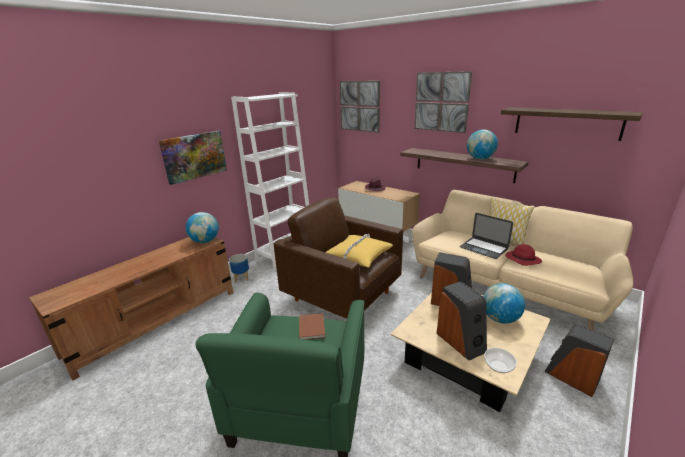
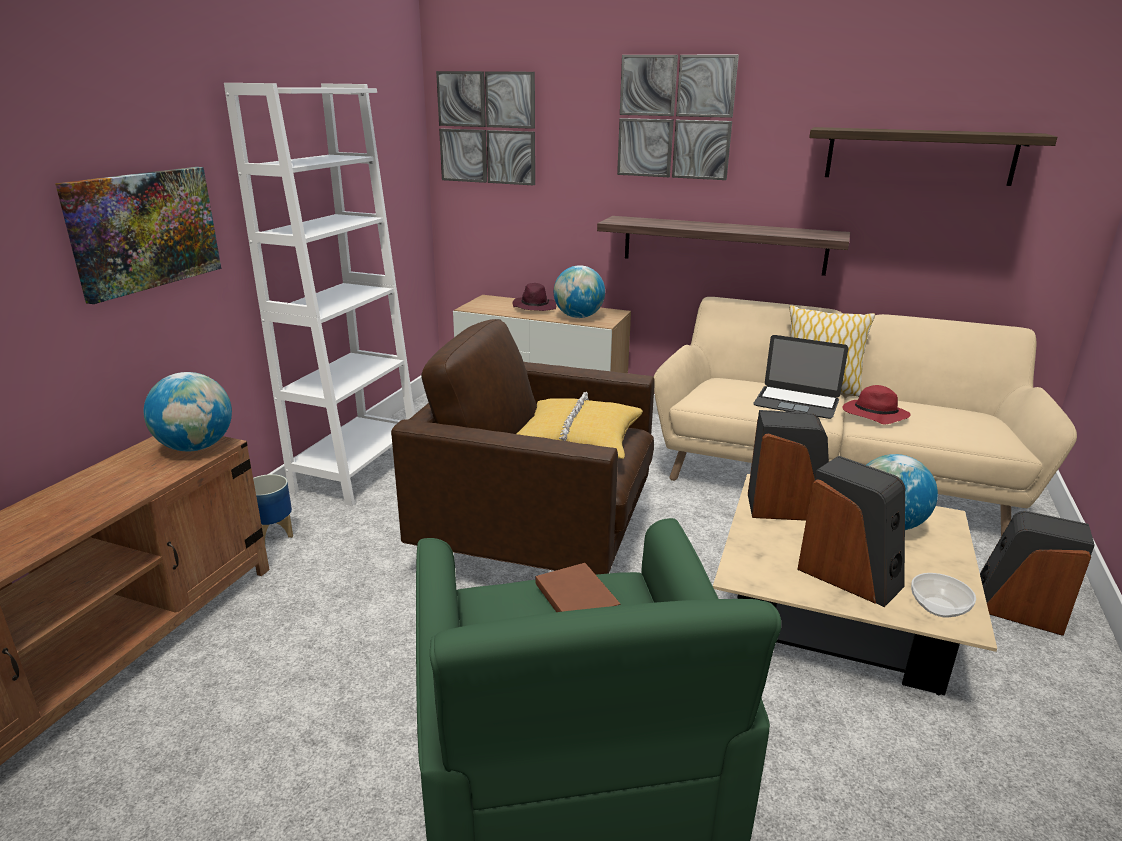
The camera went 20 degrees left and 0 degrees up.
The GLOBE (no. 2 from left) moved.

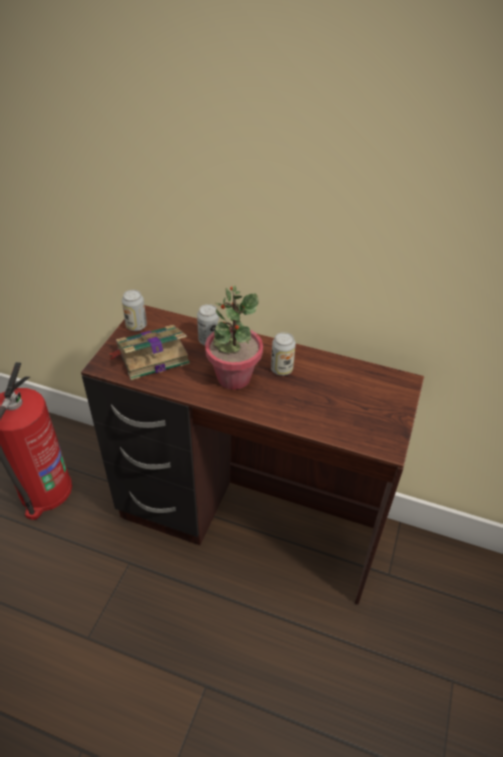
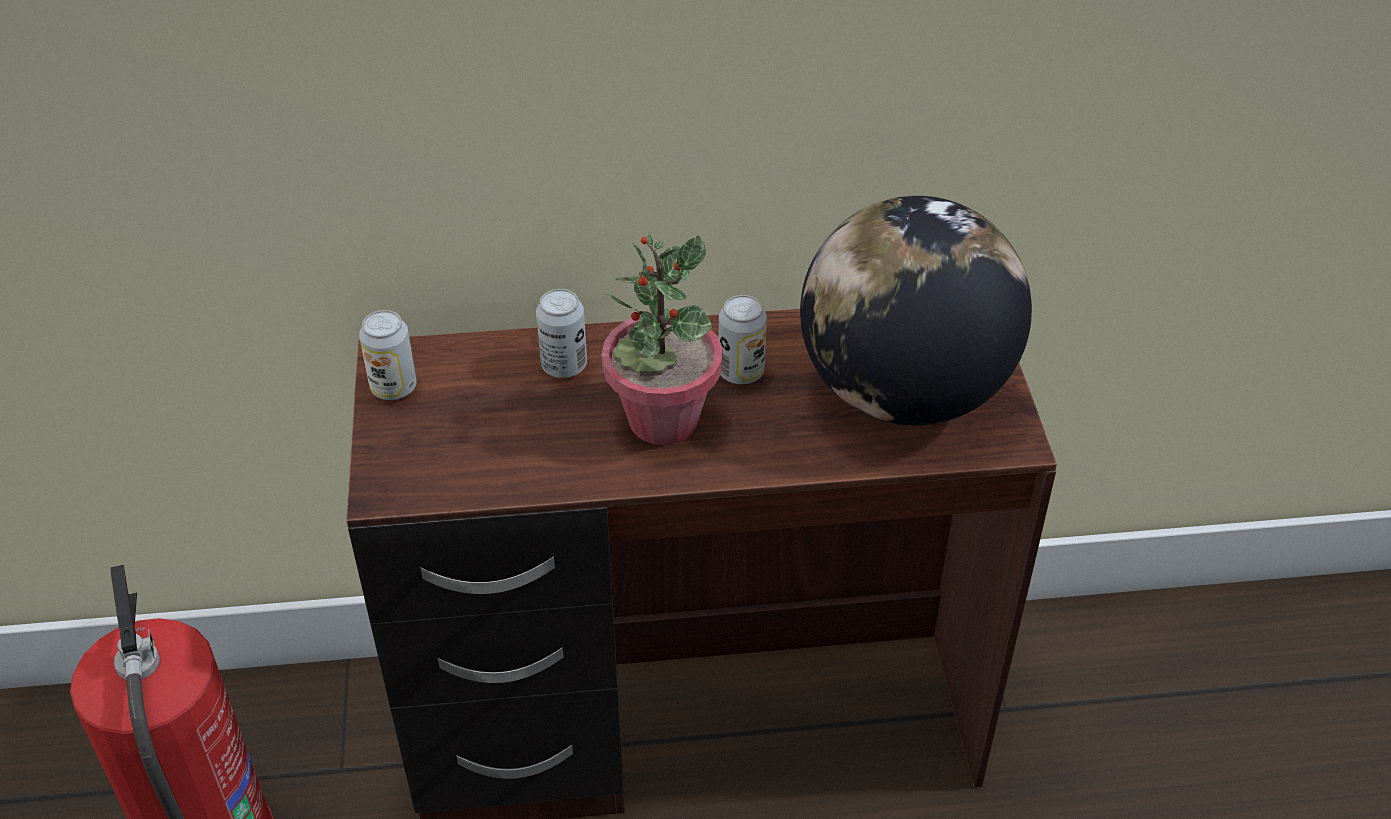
The camera went 25 degrees left and 0 degrees up.
The BOOK disappeared.
The GLOBE appeared.

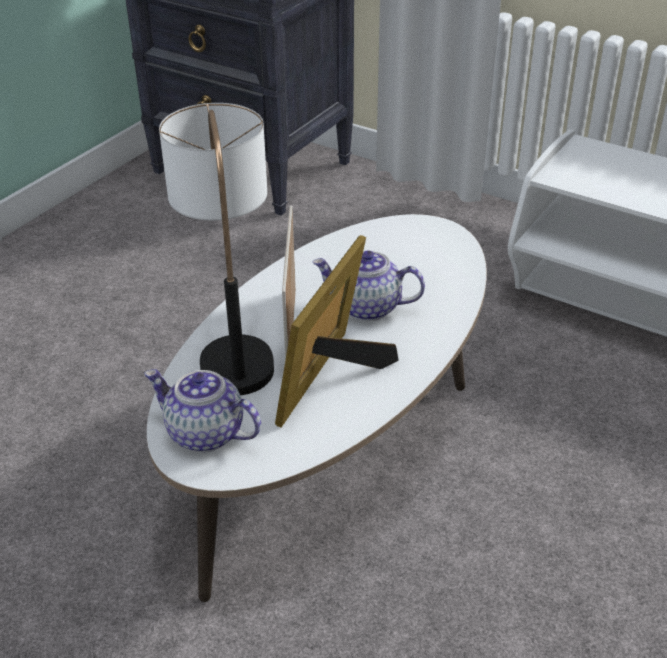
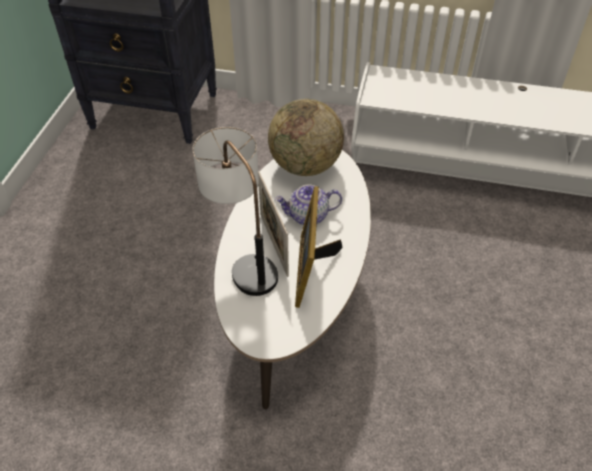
The camera went 20 degrees left and 10 degrees up.
The TEAPOT (no. 1 from left) disappeared.
The GLOBE appeared.

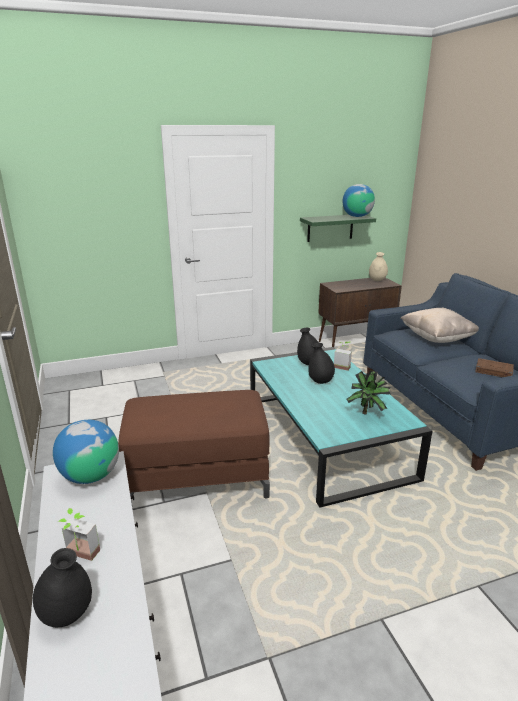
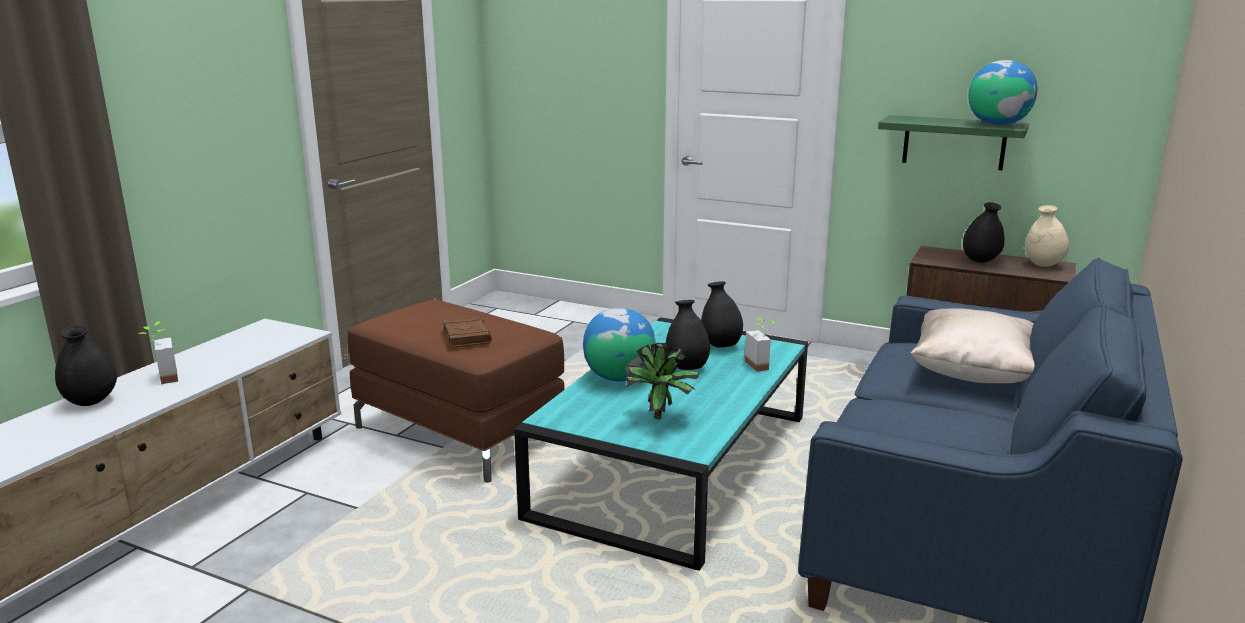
The camera went 45 degrees right and 5 degrees down.
The BLACK VASE (no. 4 from left) appeared.
The GLOBE (no. 1 from left) moved.
The BROWN BOOK moved.

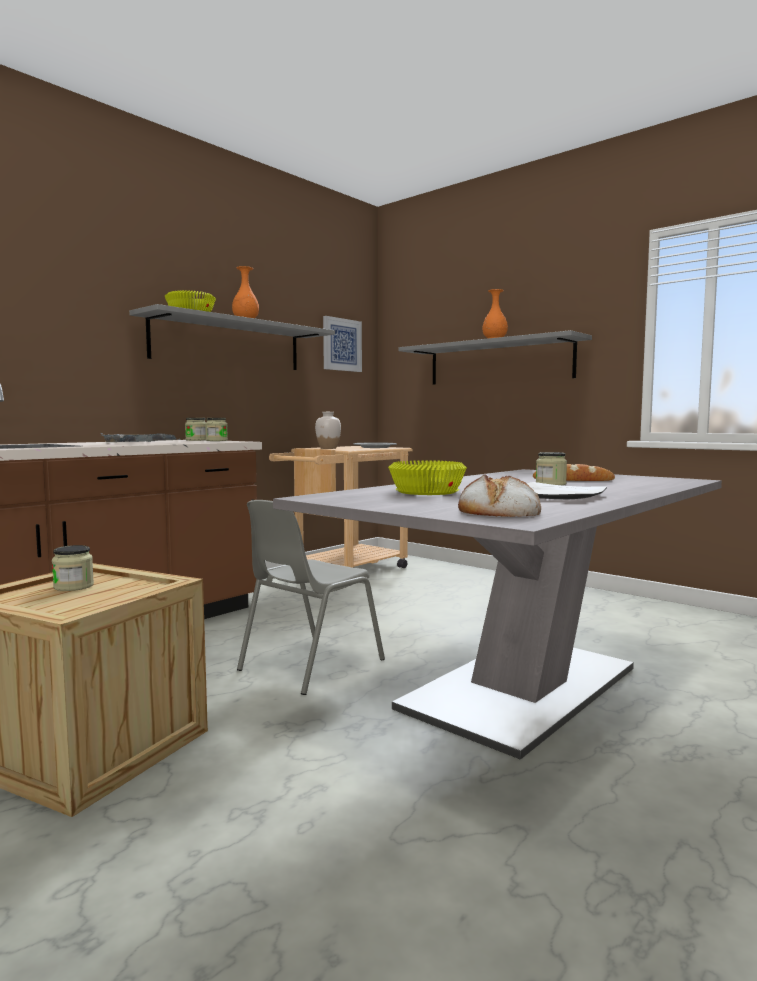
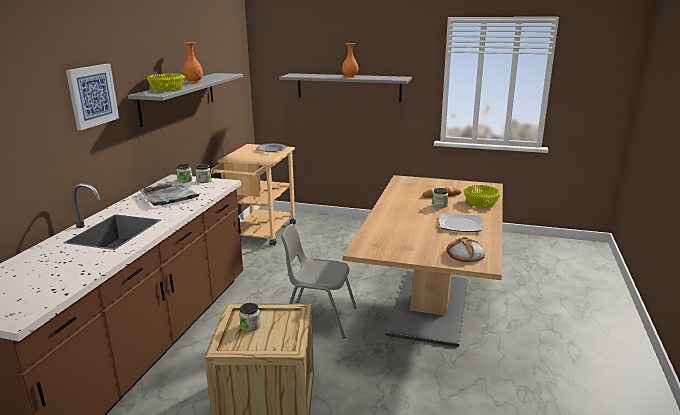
The camera went 25 degrees left and 15 degrees up.
The WHITE VASE disappeared.
The PICTURE moved.
The YELLOW BOWL (no. 2 from left) moved.
The GREY DINING TABLE became the BROWN DINING TABLE.
The GREY CHAIR turned 90 degrees clockwise.

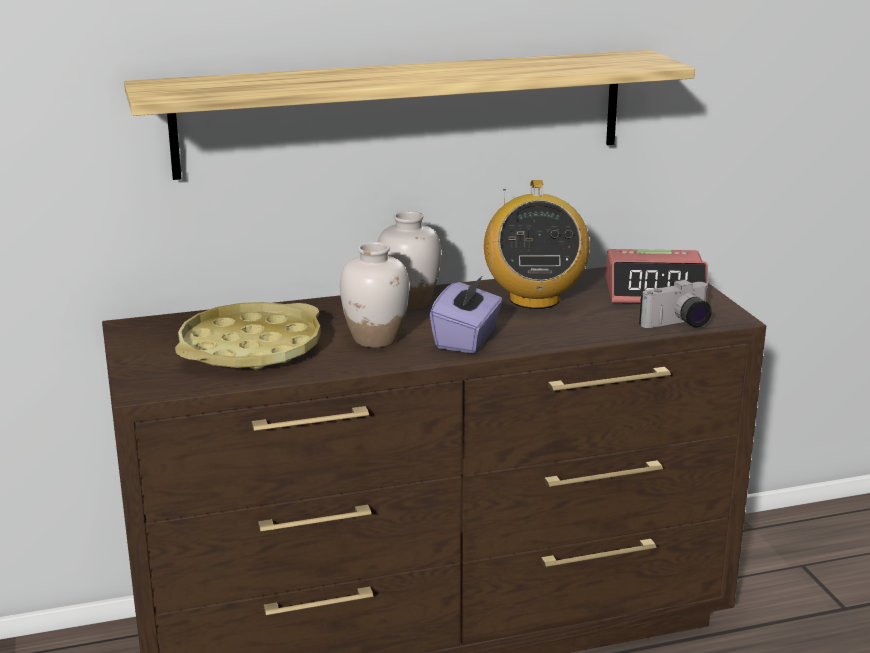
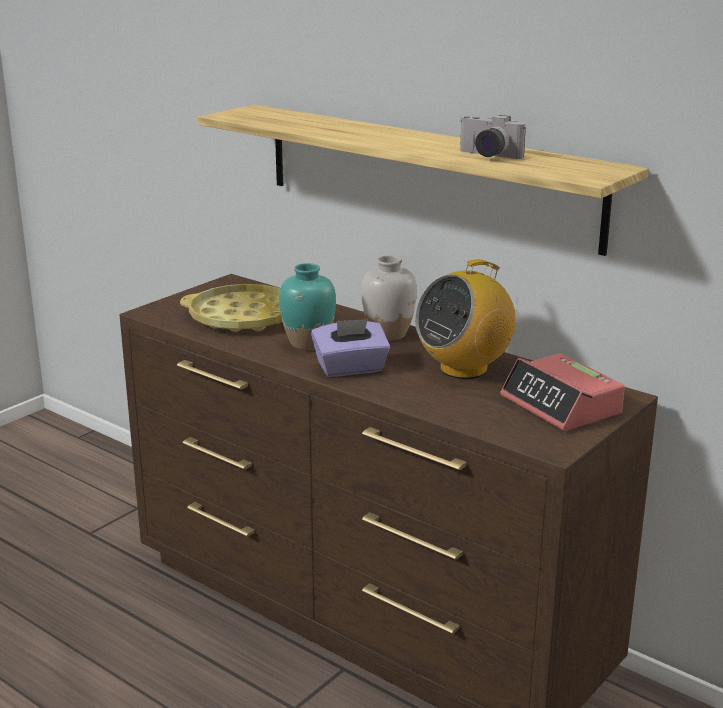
The camera went 55 degrees right and 0 degrees up.
The PHOTO CAMERA moved.
The WHITE VASE (no. 1 from left) became the TURQUOISE VASE.

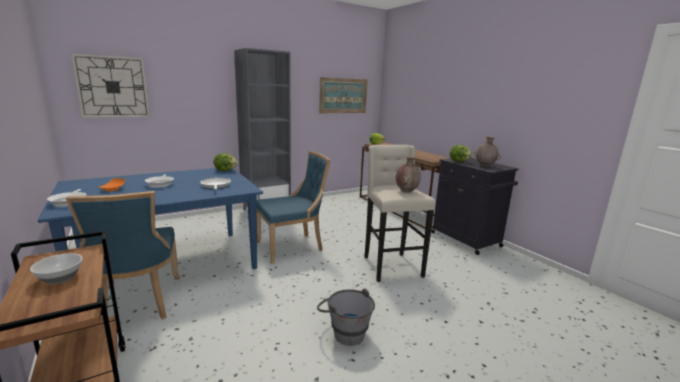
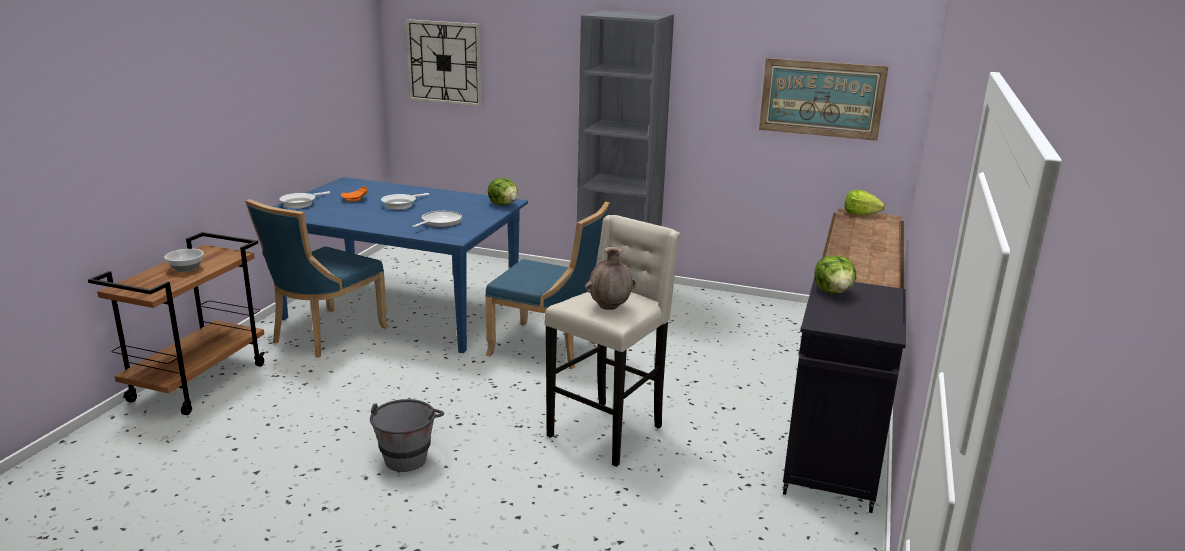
The camera went 50 degrees right and 5 degrees up.
The BROWN VASE (no. 2 from left) disappeared.

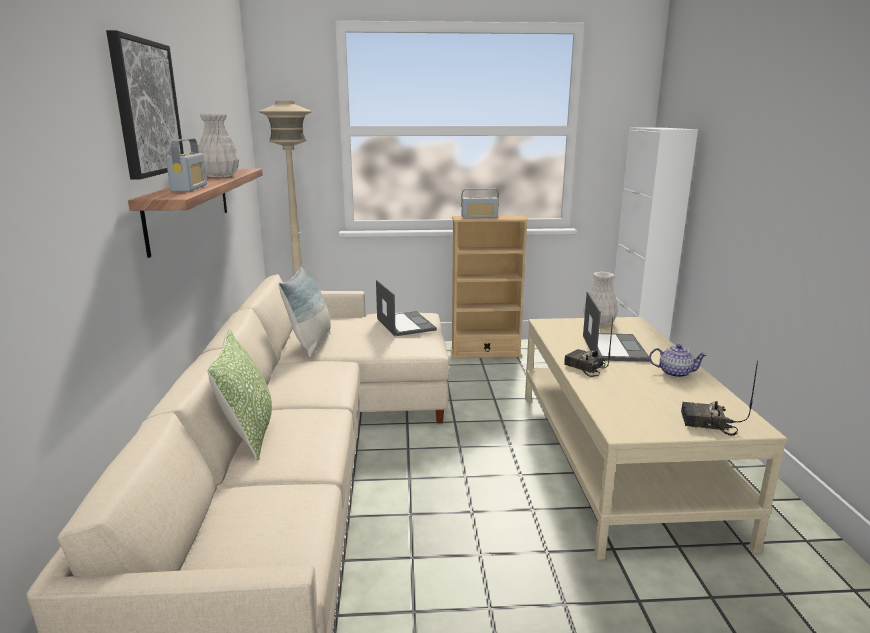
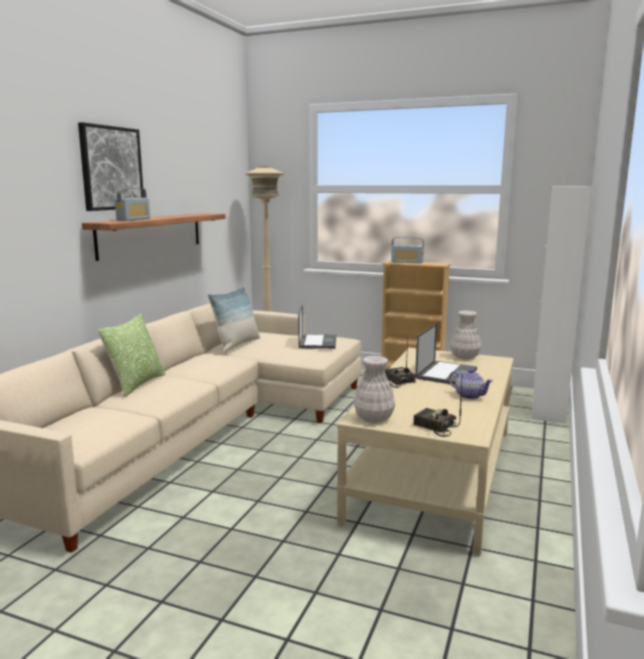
The camera went 25 degrees right and 5 degrees down.
The WHITE VASE (no. 1 from left) moved.

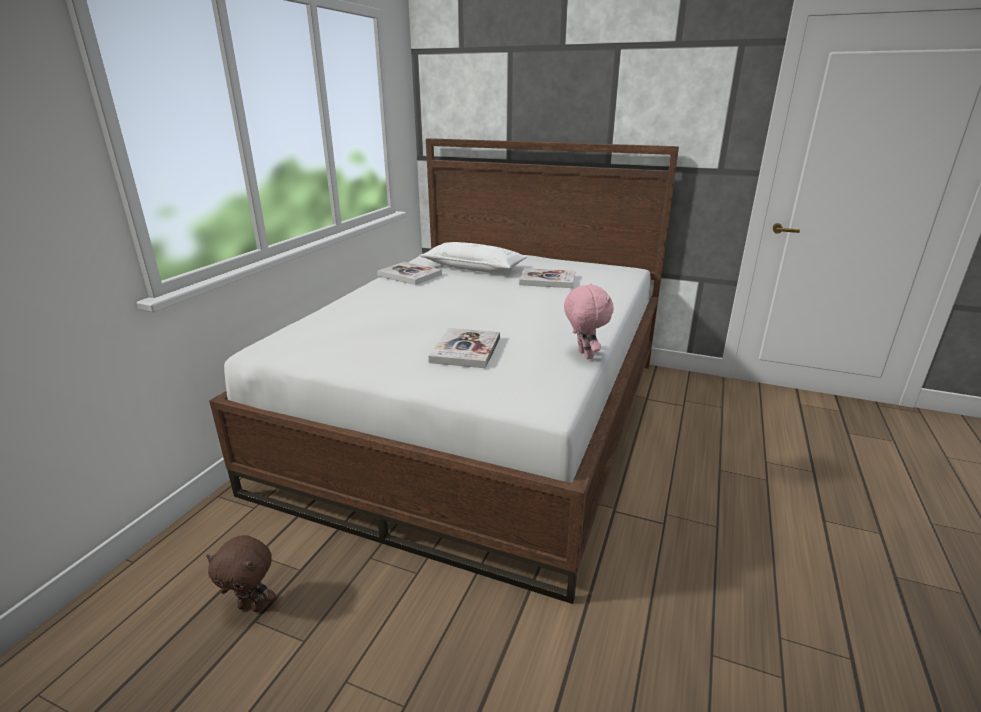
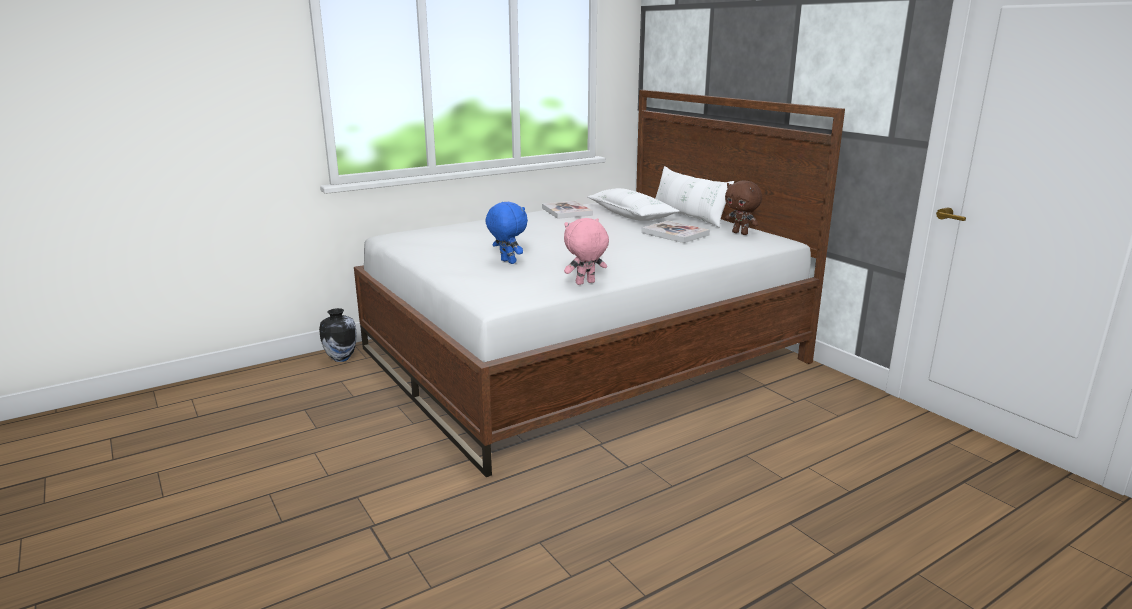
The camera went 35 degrees right and 5 degrees down.
The VASE appeared.
The WHITE PILLOW (no. 2 from left) appeared.
The BROWN PLUSH TOY moved.
The BOOK (no. 2 from left) was replaced by the BLUE PLUSH TOY.
The PINK PLUSH TOY turned 135 degrees counterclockwise.

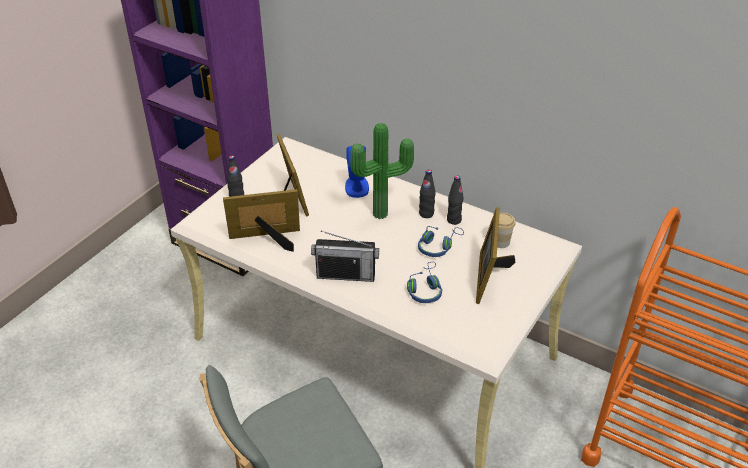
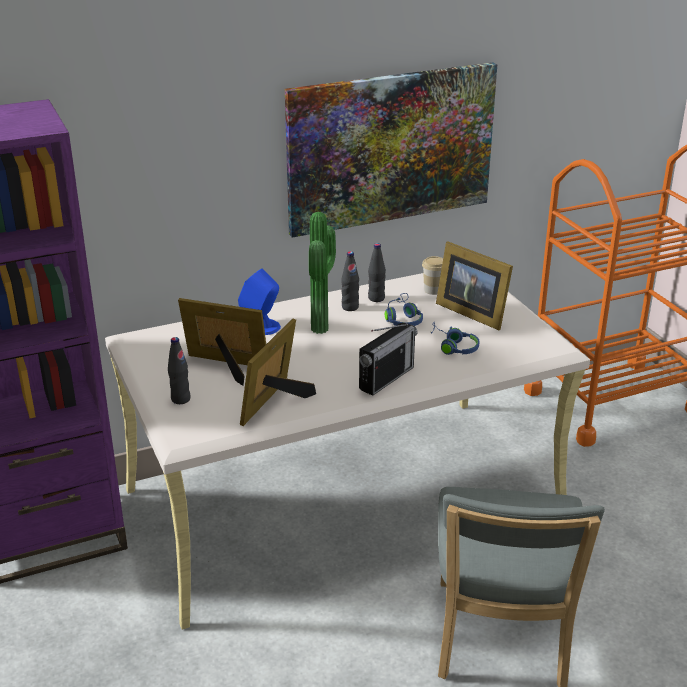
The camera went 55 degrees left and 10 degrees down.
The PICTURE appeared.

